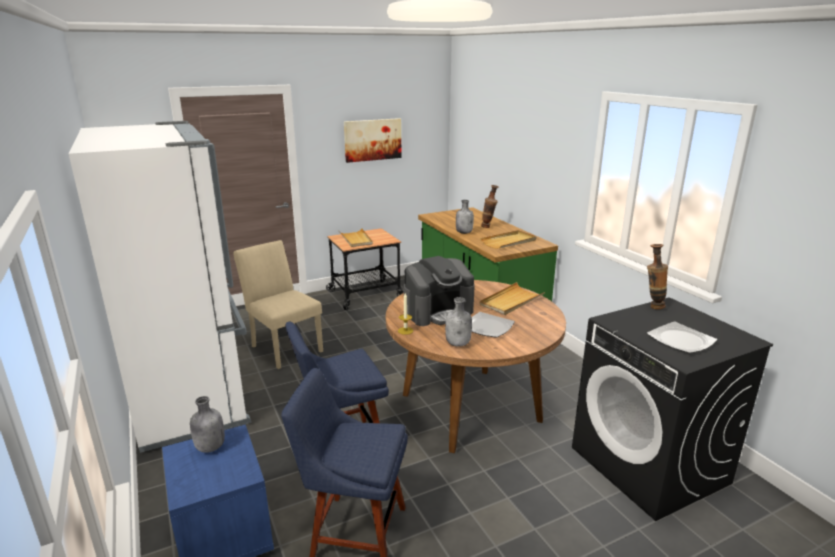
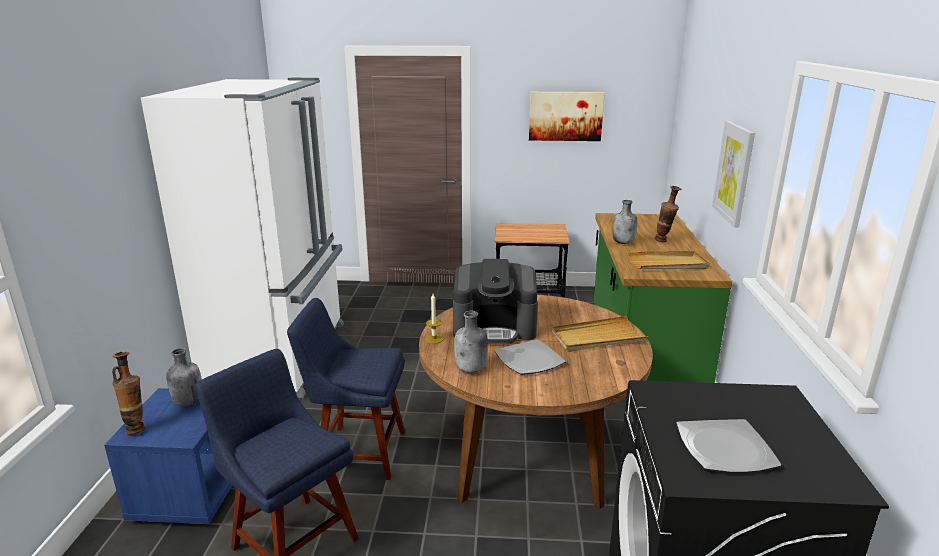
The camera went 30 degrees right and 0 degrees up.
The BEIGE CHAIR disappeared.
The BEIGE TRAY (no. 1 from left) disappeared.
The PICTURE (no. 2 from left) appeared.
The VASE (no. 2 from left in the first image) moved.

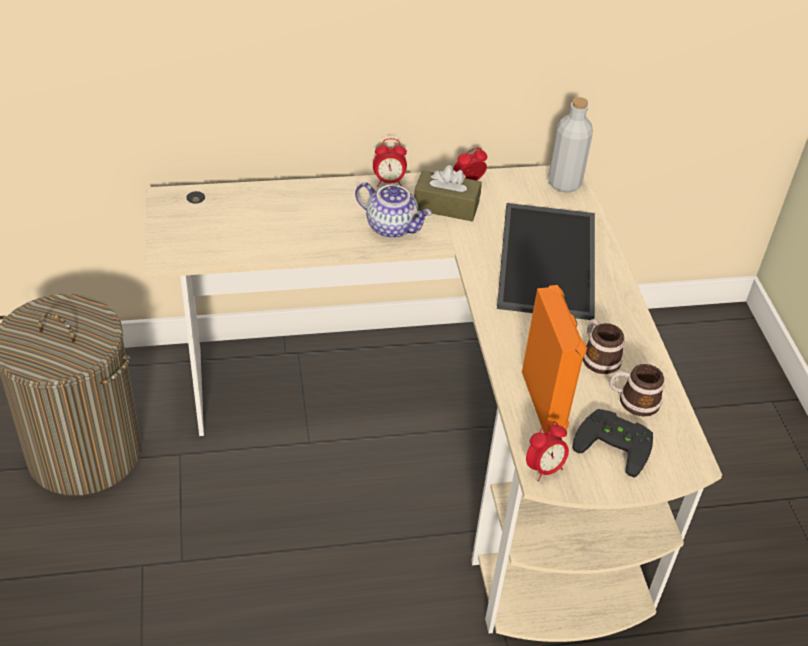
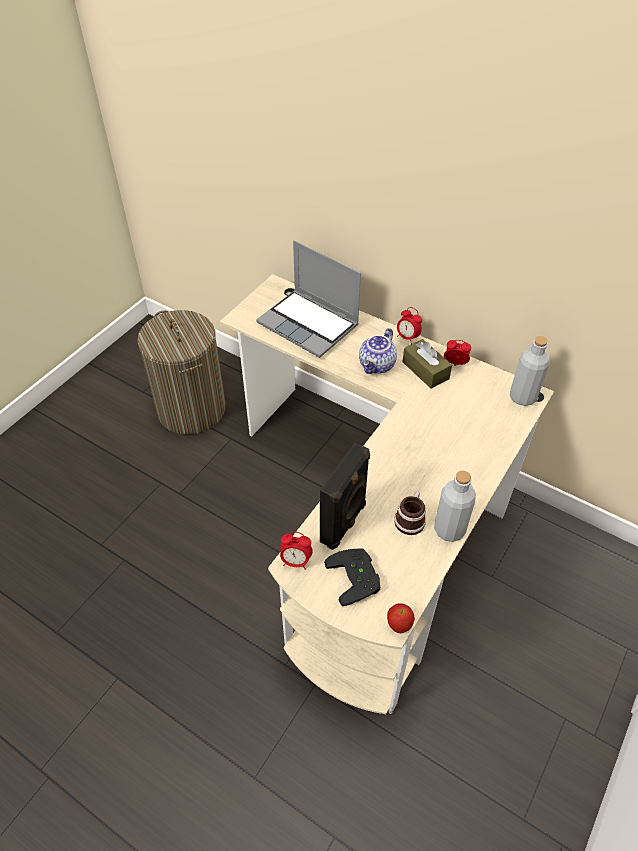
The camera went 45 degrees right and 5 degrees up.
The TRAY disappeared.
The MUG (no. 2 from left) disappeared.
The LAPTOP appeared.
The APPLE appeared.
The GREY BOTTLE (no. 1 from left) appeared.
The ORANGE SPEAKER became the BLACK SPEAKER.
The TEAPOT turned 45 degrees clockwise.

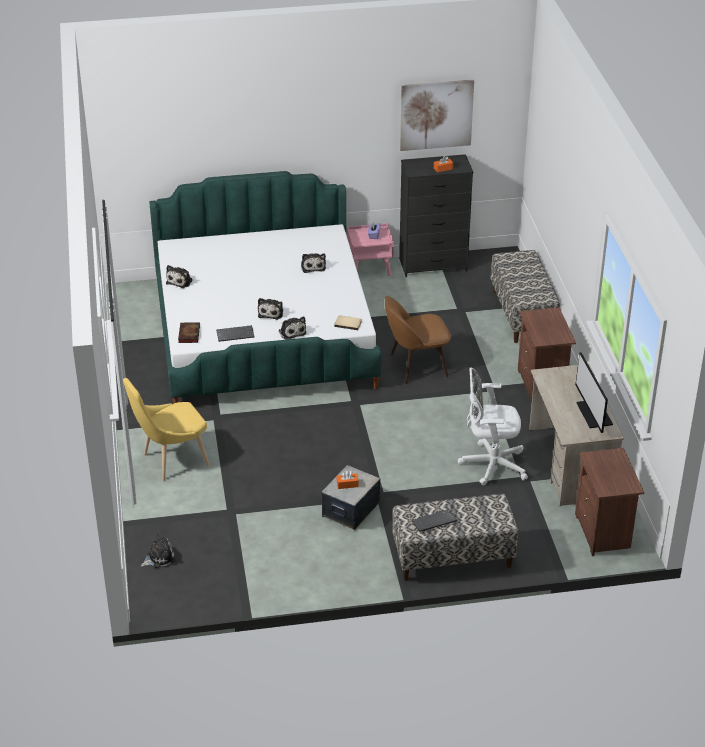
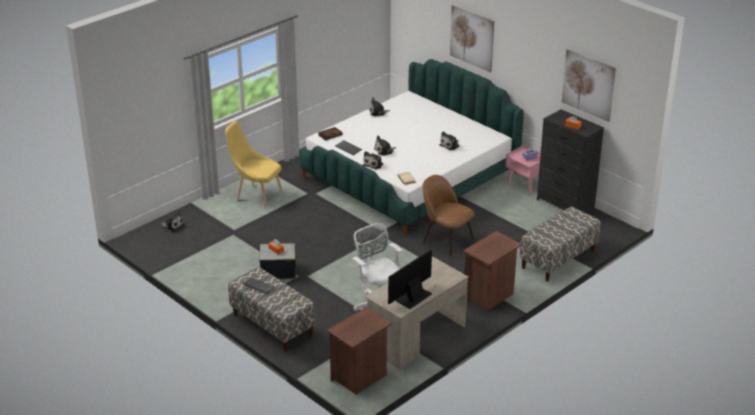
The camera went 55 degrees right and 5 degrees down.
The PICTURE (no. 1 from left) appeared.

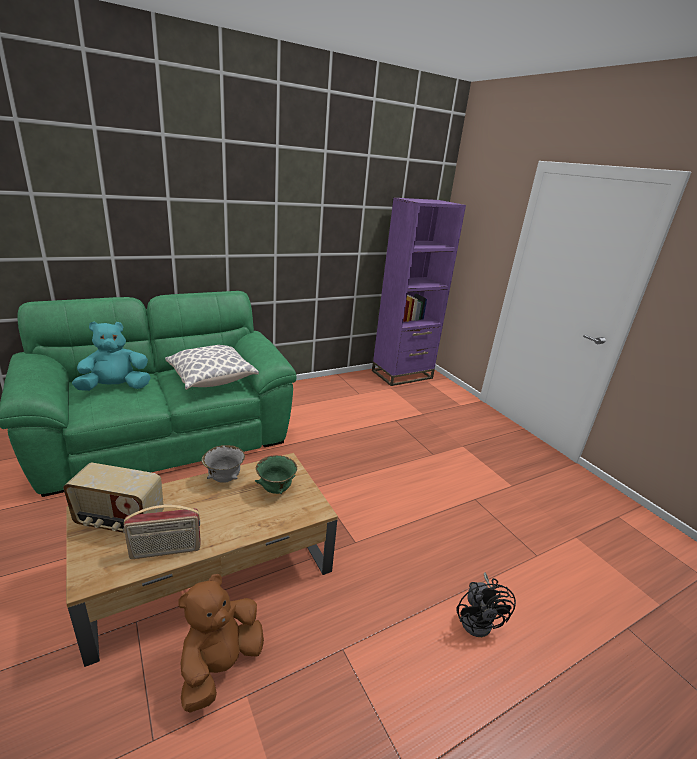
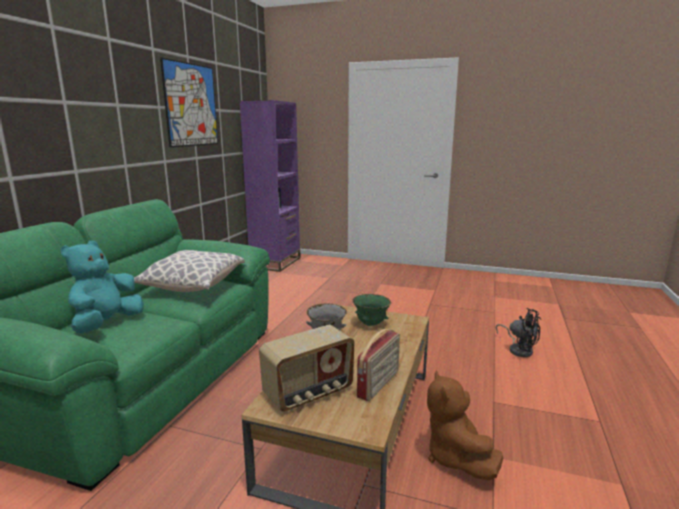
The camera went 40 degrees left and 10 degrees down.
The PICTURE appeared.

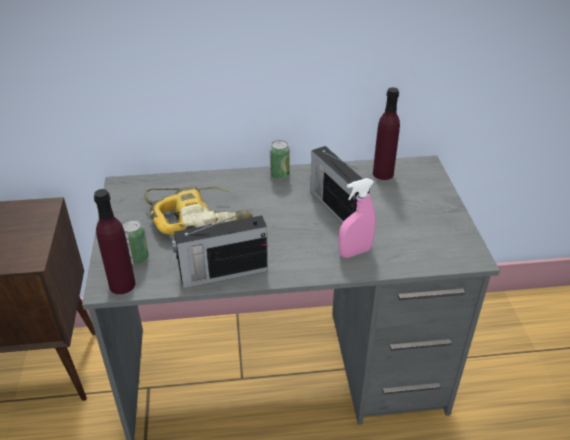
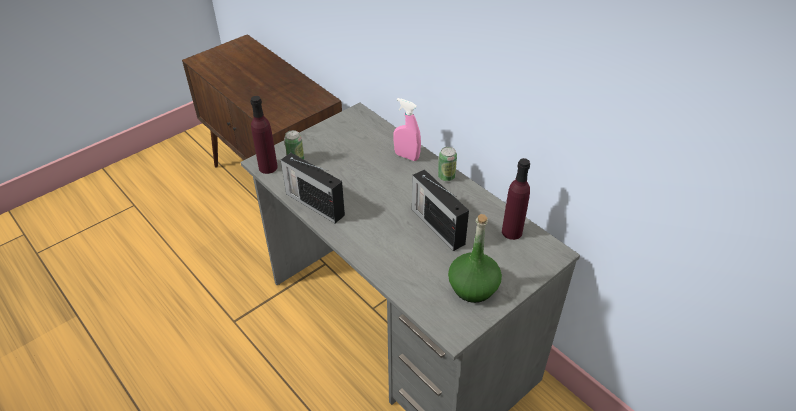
The camera went 55 degrees right and 5 degrees up.
The POWER DRILL disappeared.
The GREEN BOTTLE appeared.
The PINK SPRAY BOTTLE moved.
The RADIO (no. 2 from left) turned 60 degrees counterclockwise.

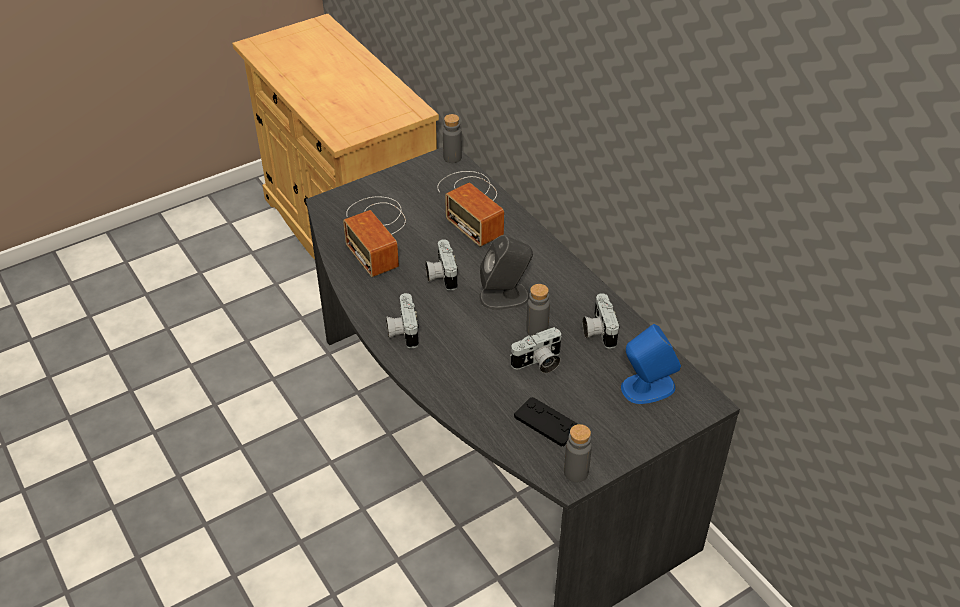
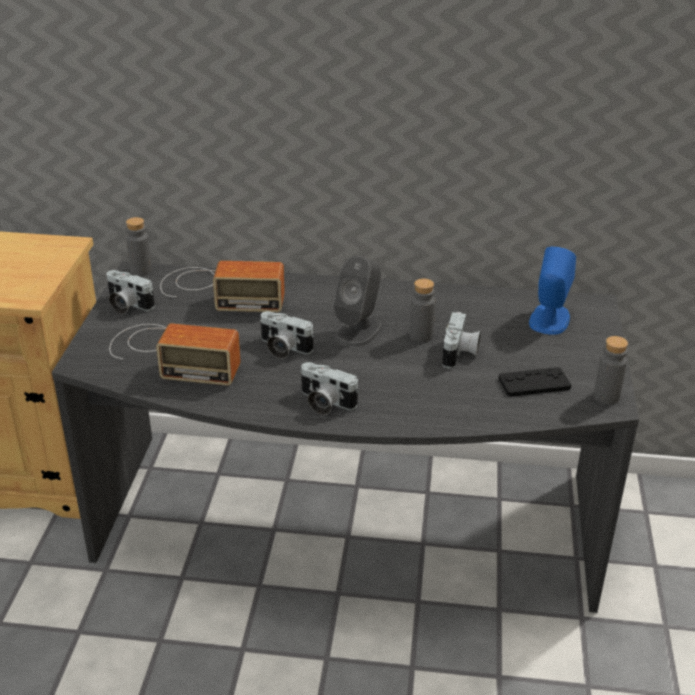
The camera went 50 degrees left and 10 degrees down.
The PHOTO CAMERA (no. 4 from left in the first image) moved.

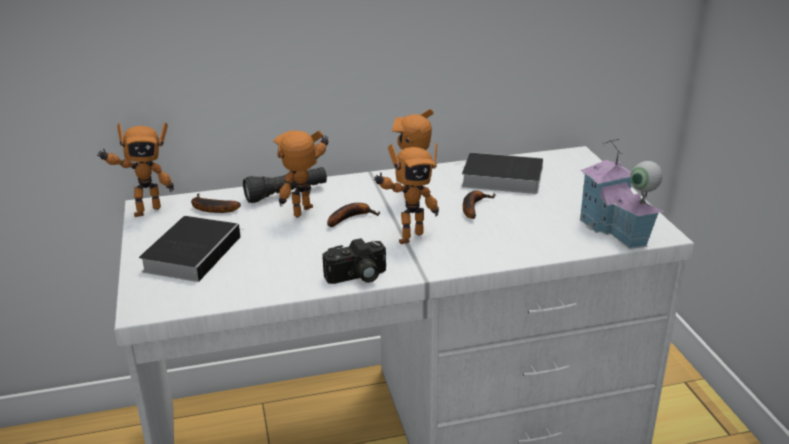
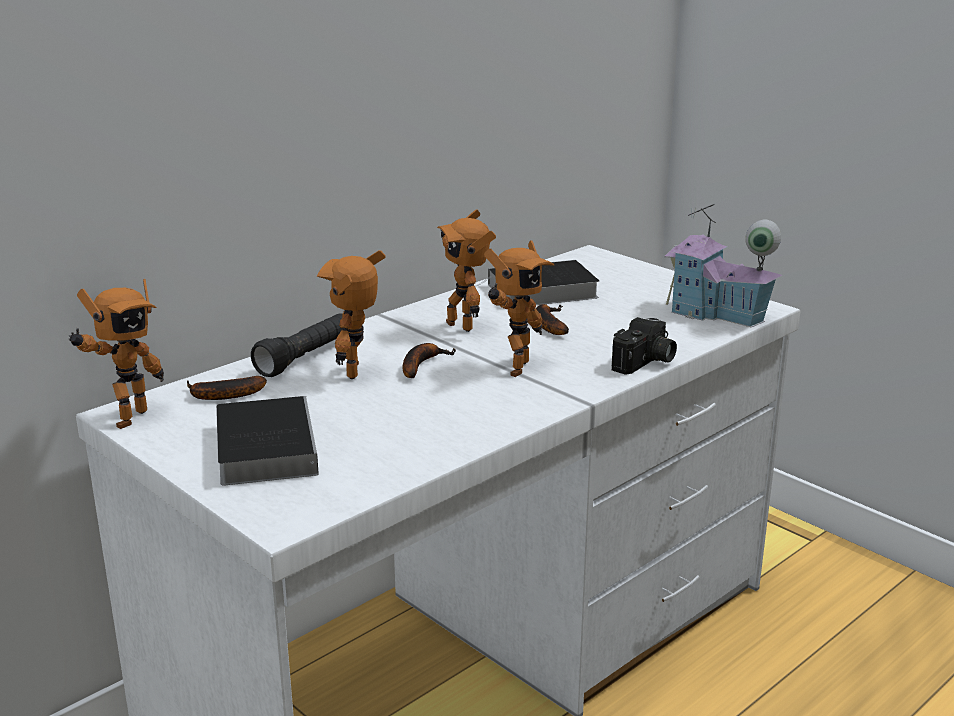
The camera went 30 degrees left and 5 degrees down.
The PHOTO CAMERA moved.

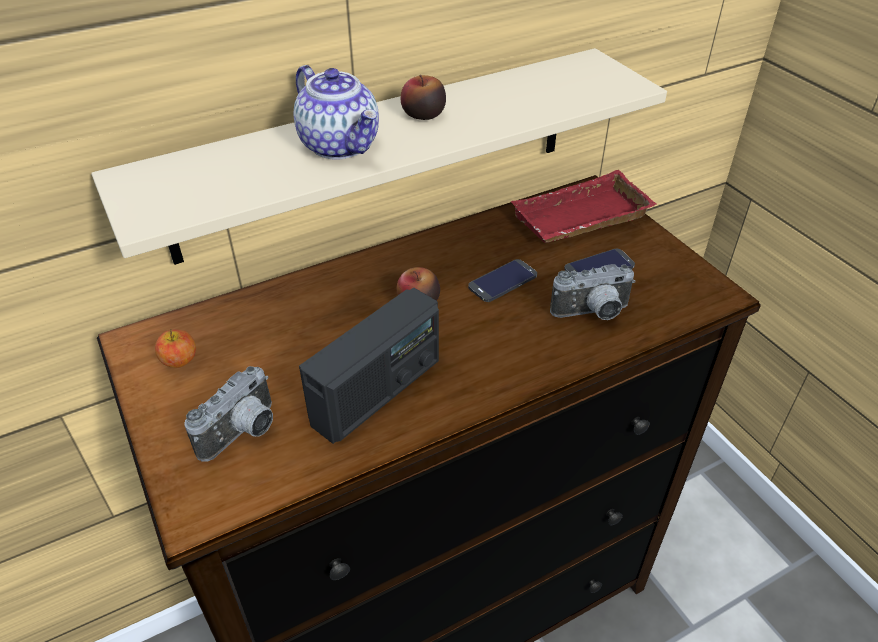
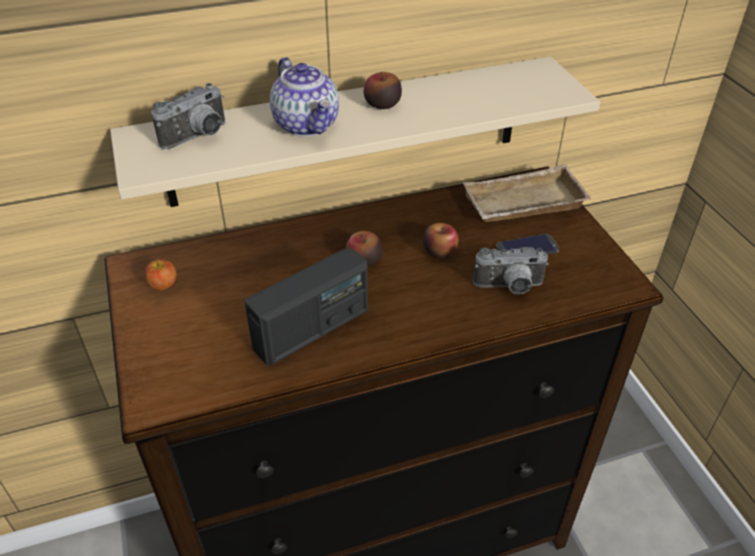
The camera went 10 degrees right and 0 degrees up.
The PHOTO CAMERA (no. 1 from left) moved.
The PHONE (no. 1 from left) was replaced by the APPLE (no. 4 from left).
The RED TRAY became the BEIGE TRAY.

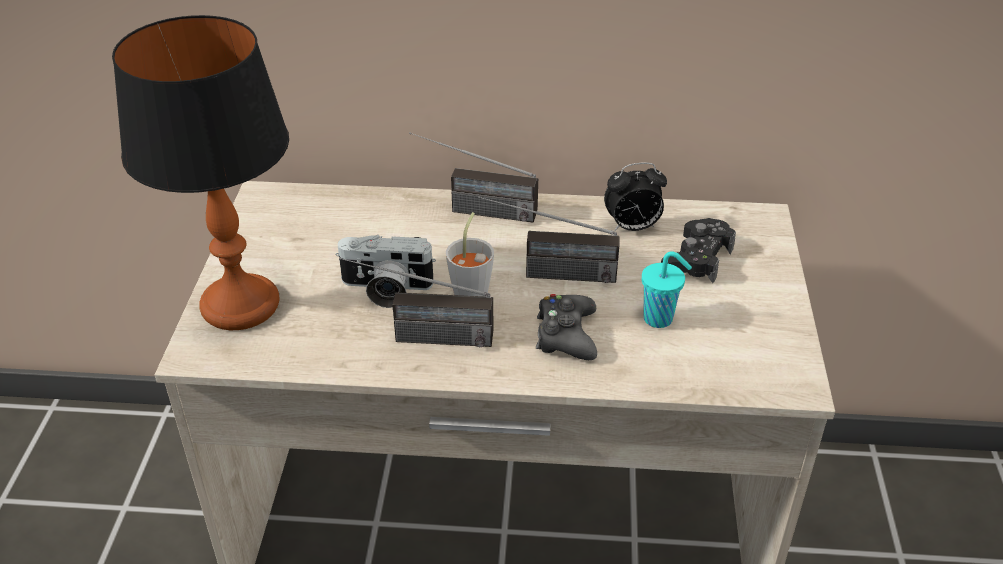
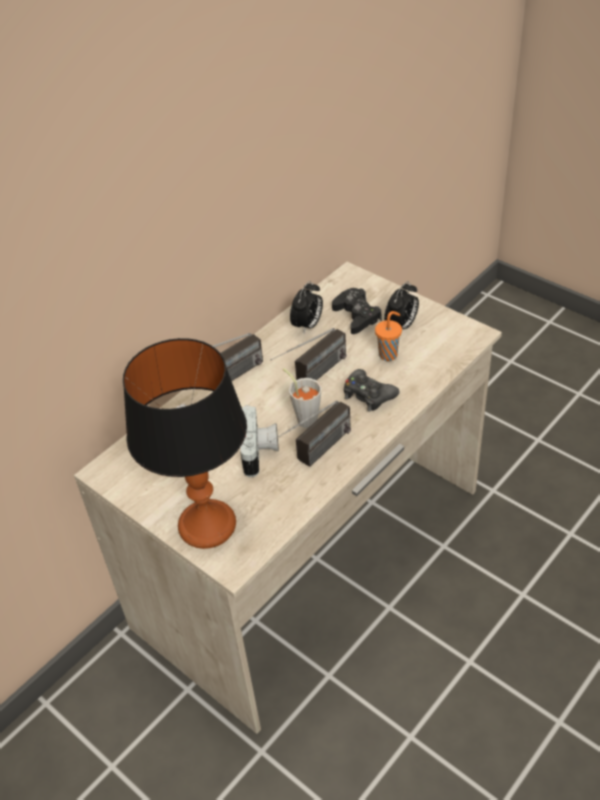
The camera went 50 degrees left and 5 degrees up.
The ALARM CLOCK (no. 2 from left) appeared.
The TURQUOISE CUP became the ORANGE CUP.
The PHOTO CAMERA turned 45 degrees counterclockwise.

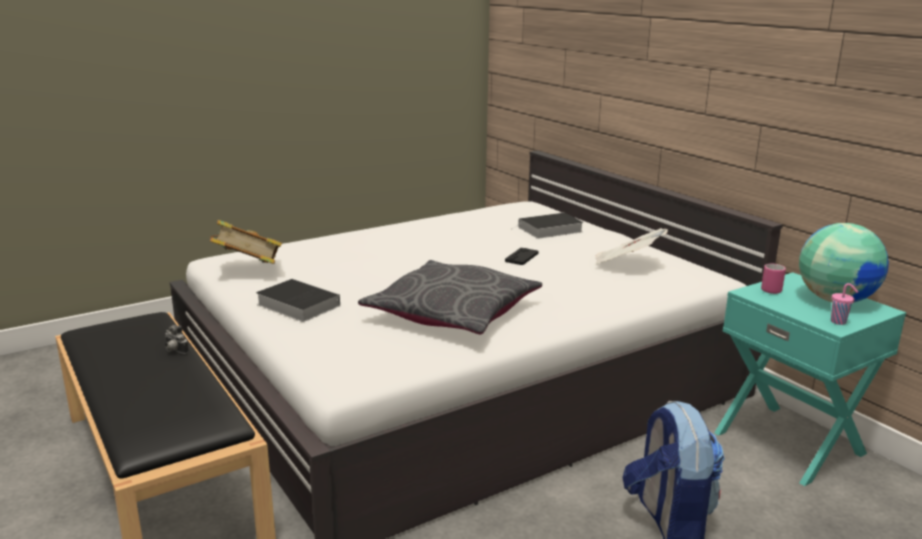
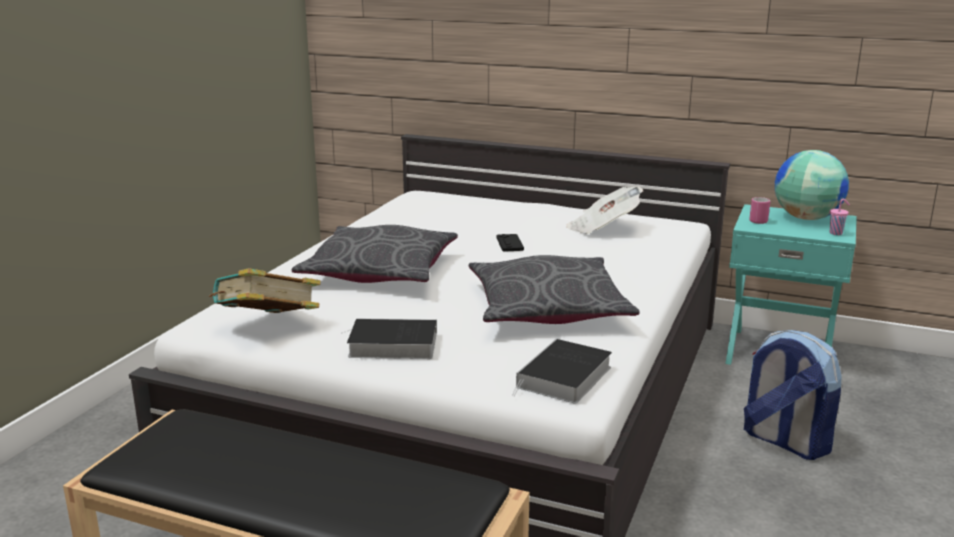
The camera went 35 degrees left and 0 degrees up.
The PHOTO CAMERA disappeared.
The GREY PILLOW (no. 1 from left) appeared.
The BOOK (no. 3 from left) moved.

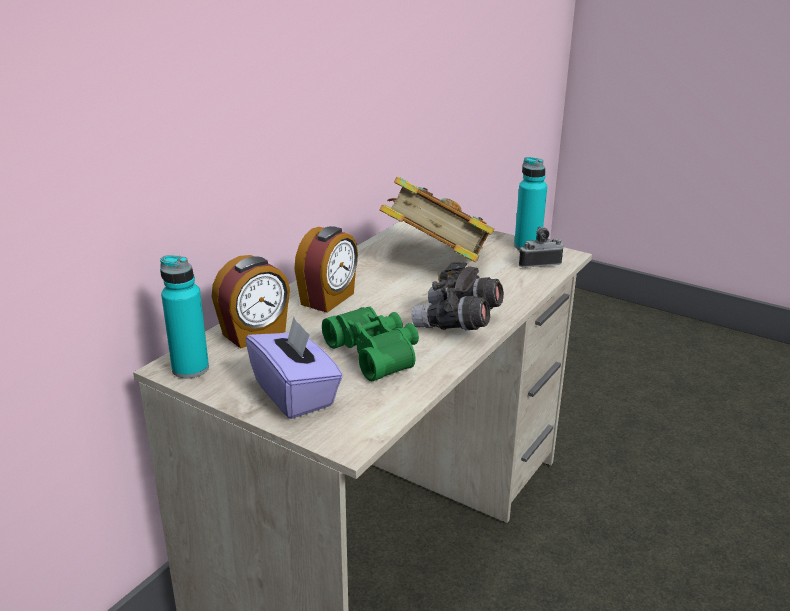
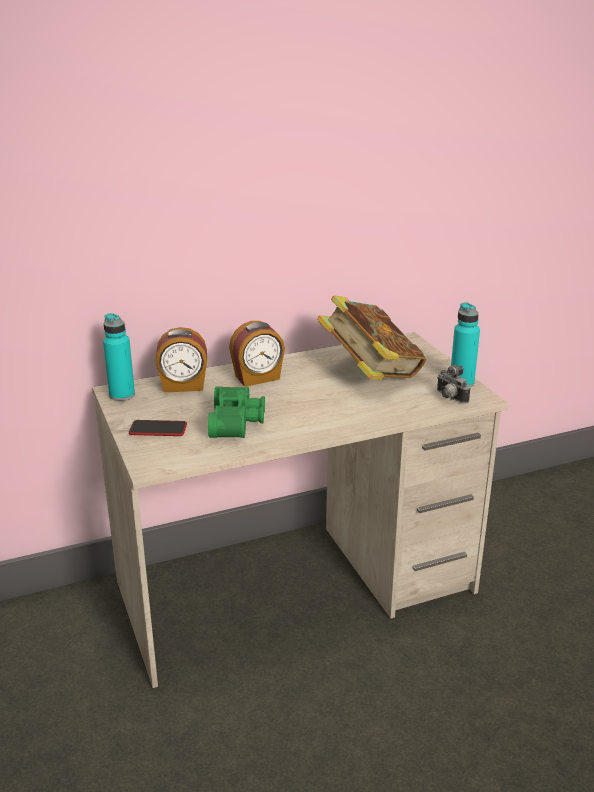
The camera went 35 degrees right and 0 degrees up.
The GREY BINOCULARS disappeared.
The PURPLE TISSUE BOX was replaced by the PHONE.
The PHOTO CAMERA turned 150 degrees counterclockwise.

